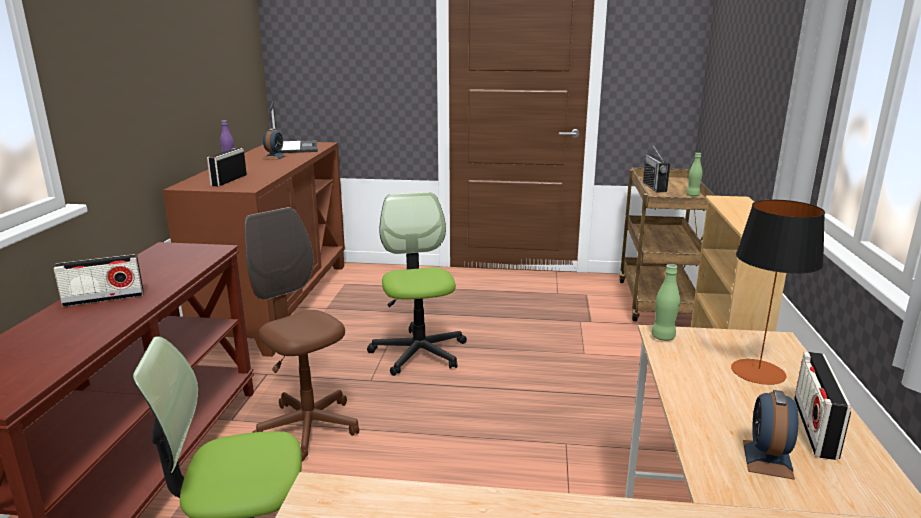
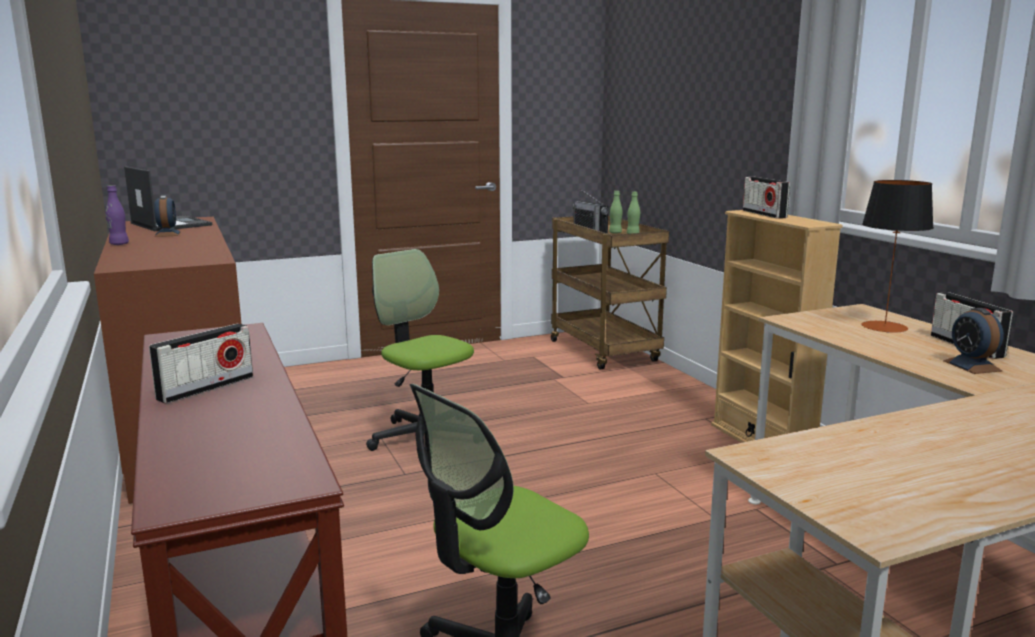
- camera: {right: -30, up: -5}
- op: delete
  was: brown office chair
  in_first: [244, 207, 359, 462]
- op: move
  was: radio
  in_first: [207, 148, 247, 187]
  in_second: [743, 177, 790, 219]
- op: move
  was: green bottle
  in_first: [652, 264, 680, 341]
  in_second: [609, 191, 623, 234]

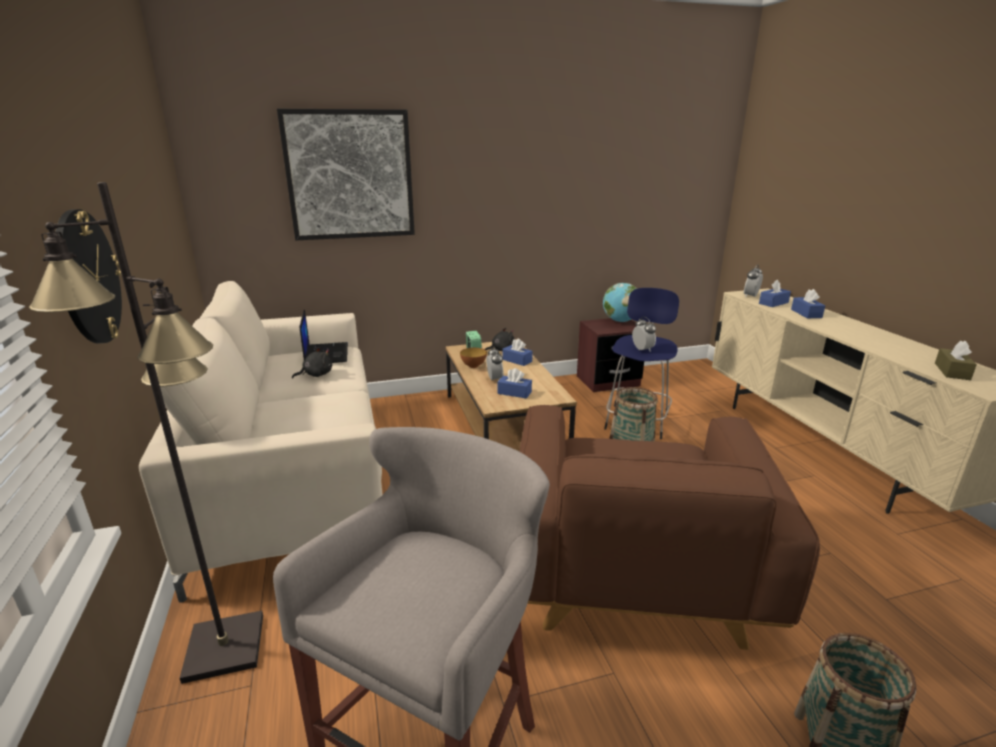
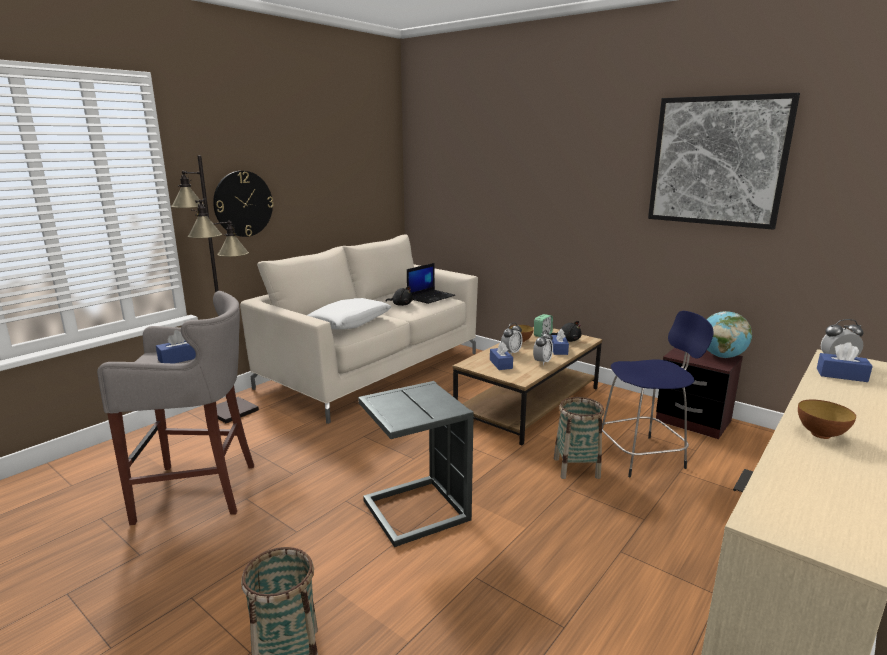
- camera: {right: 55, up: -5}
- op: delete
  was: brown tissue box
  in_first: [935, 341, 977, 380]
- op: insert
  now: white pillow
  in_second: [307, 298, 391, 330]
- op: insert
  now: bowl
  in_second: [798, 399, 856, 439]
- op: move
  was: picture
  in_first: [277, 109, 415, 240]
  in_second: [648, 93, 800, 230]
- op: move
  was: alarm clock
  in_first: [632, 317, 656, 352]
  in_second: [533, 330, 553, 365]
- op: move
  was: blue tissue box
  in_first: [791, 289, 825, 318]
  in_second: [156, 330, 196, 364]
- op: replace
  was: brown armchair
  now: grey side table
  in_first: [519, 405, 820, 650]
  in_second: [358, 381, 474, 547]

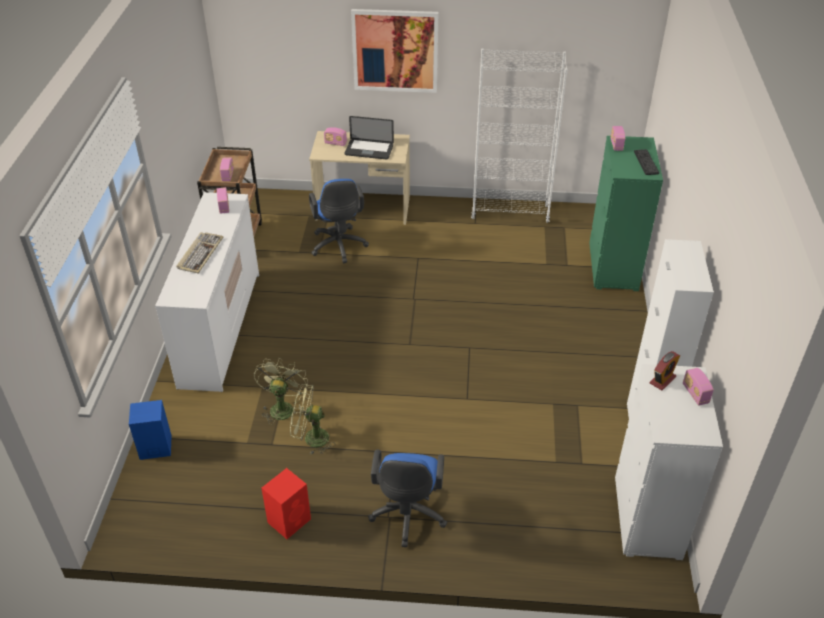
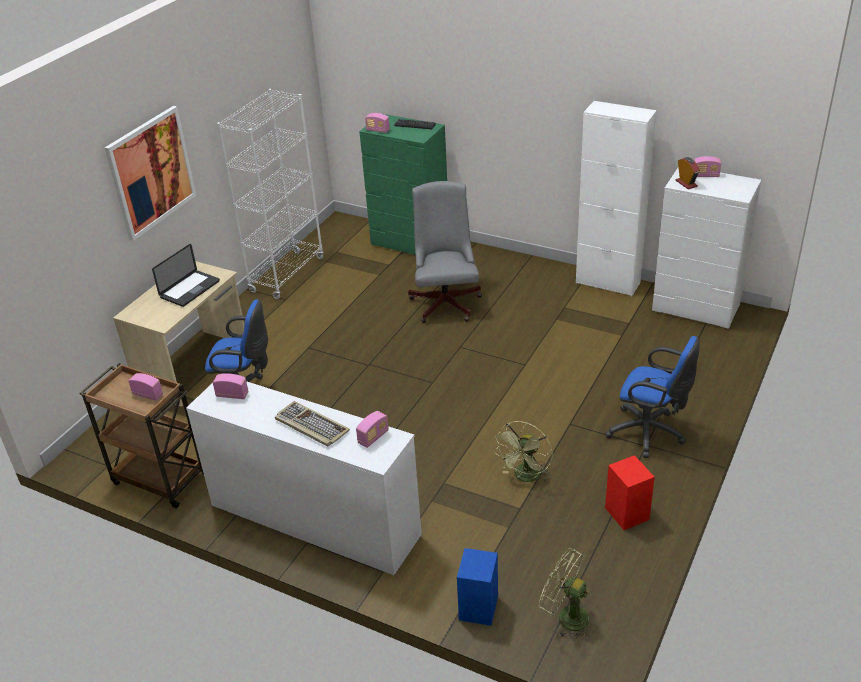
- camera: {right: -65, up: -5}
- op: insert
  now: grey office chair
  in_second: [408, 181, 482, 323]
- op: move
  was: green fan
  in_first: [254, 358, 308, 425]
  in_second: [539, 548, 594, 641]
- op: move
  was: radio
  in_first: [324, 127, 347, 146]
  in_second: [356, 411, 389, 448]

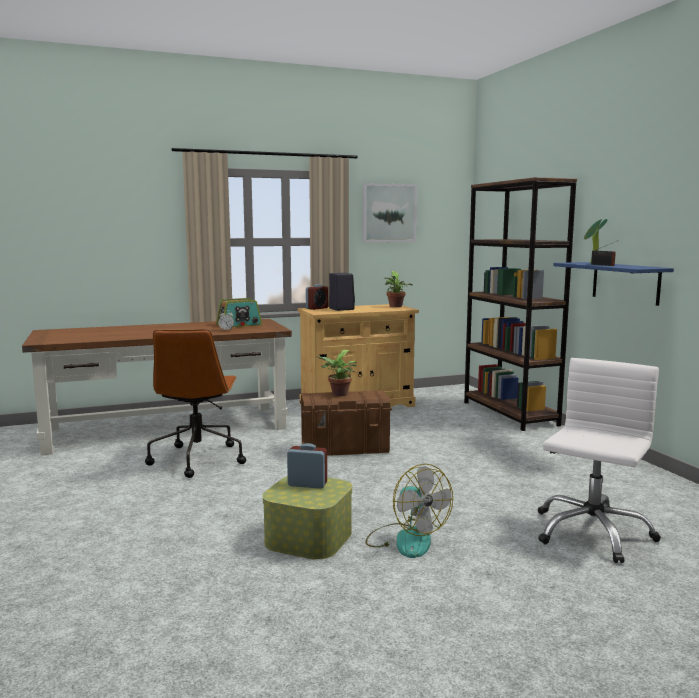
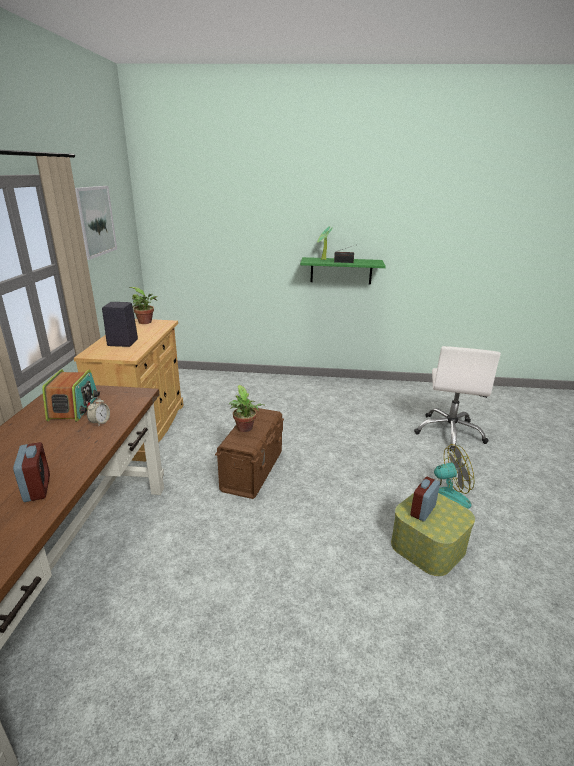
- camera: {right: -65, up: 15}
- op: delete
  was: brown office chair
  in_first: [145, 329, 246, 478]
- op: delete
  was: brown bookcase
  in_first: [464, 177, 577, 431]
- op: move
  was: alarm clock
  in_first: [306, 284, 328, 310]
  in_second: [13, 442, 50, 502]
- op: recolor
  was: blue shelf
  now: green shelf
  in_first: [554, 262, 674, 306]
  in_second: [300, 257, 386, 285]
- op: rotate
  was: white office chair
  in_first: [538, 358, 661, 563]
  in_second: [414, 346, 501, 451]
  clockwise: -135

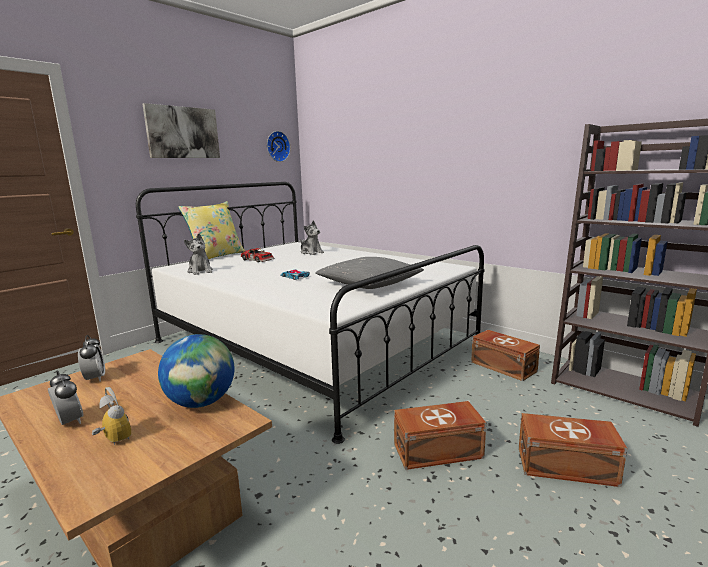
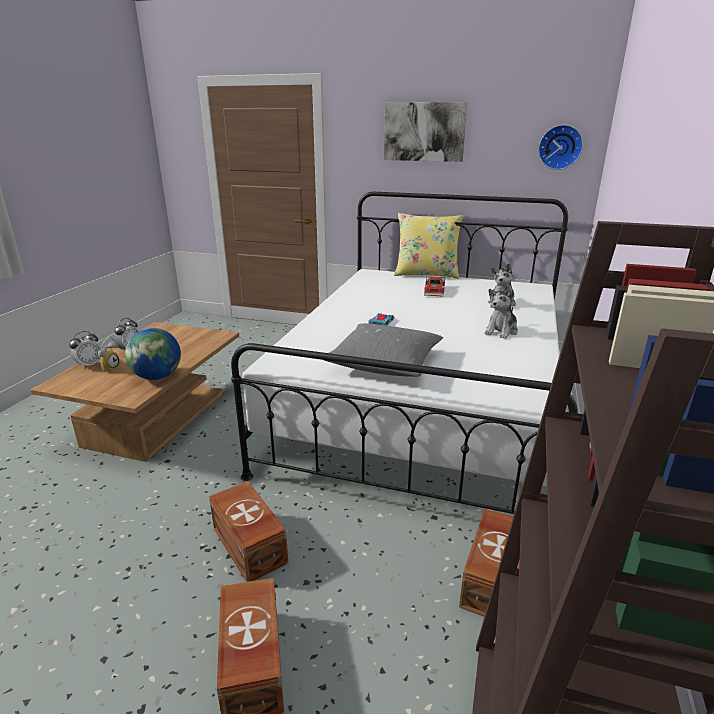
- camera: {right: 65, up: 10}
- op: move
  was: alarm clock
  in_first: [78, 335, 105, 382]
  in_second: [69, 331, 101, 369]
- op: move
  was: plush toy
  in_first: [184, 234, 213, 275]
  in_second: [484, 286, 518, 339]

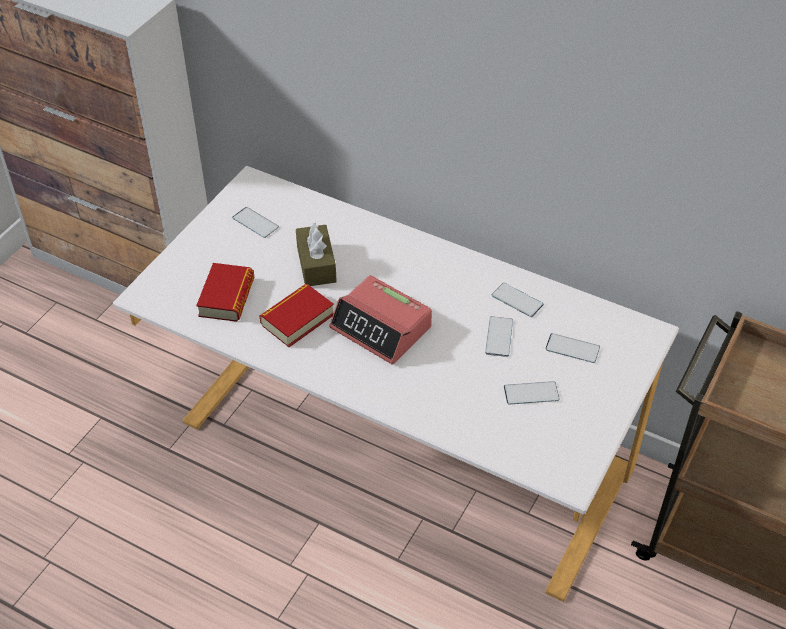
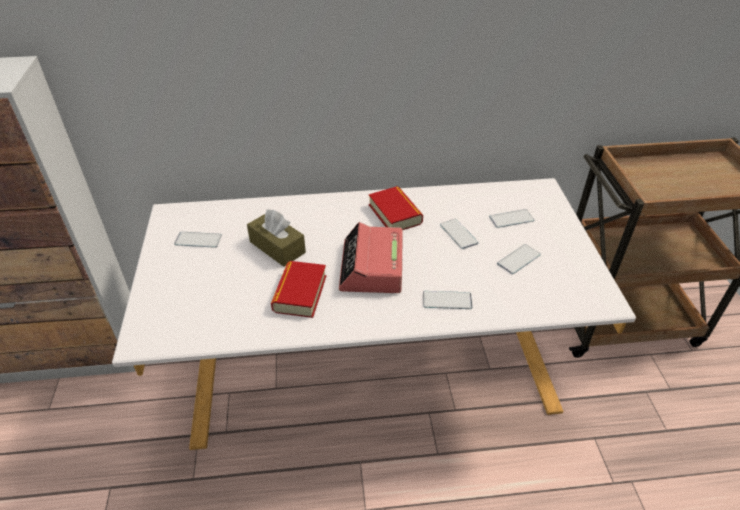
- camera: {right: -35, up: -5}
- op: move
  was: book
  in_first: [196, 263, 254, 322]
  in_second: [369, 186, 423, 230]
- op: move
  was: phone
  in_first: [492, 283, 544, 317]
  in_second: [423, 291, 473, 309]
- op: rotate
  was: alarm clock
  in_first: [329, 275, 432, 365]
  in_second: [339, 222, 403, 293]
  clockwise: 90

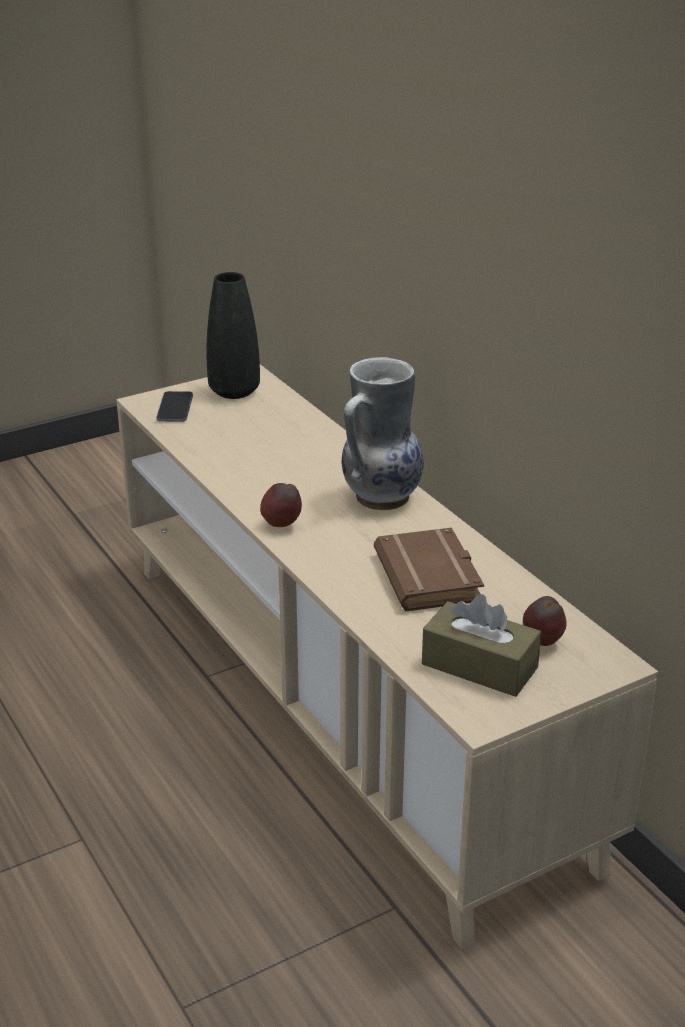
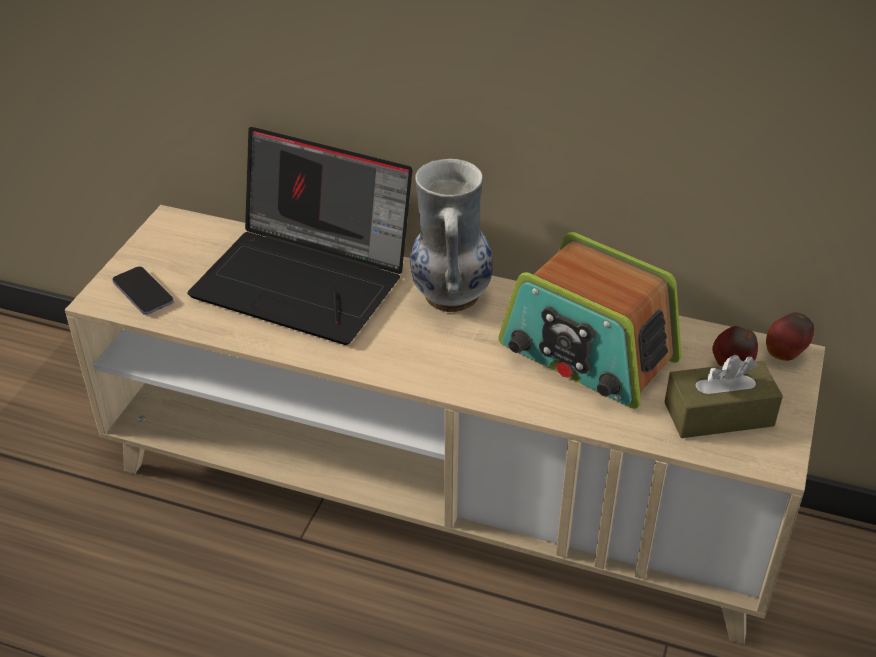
- camera: {right: -40, up: 10}
- op: delete
  was: black vase
  in_first: [206, 272, 260, 399]
- op: insert
  now: laptop
  in_second: [187, 127, 412, 345]
- op: move
  was: apple
  in_first: [260, 483, 302, 527]
  in_second: [766, 312, 814, 361]
- op: replace
  was: brown book
  now: radio
  in_first: [374, 528, 484, 612]
  in_second: [498, 232, 682, 409]

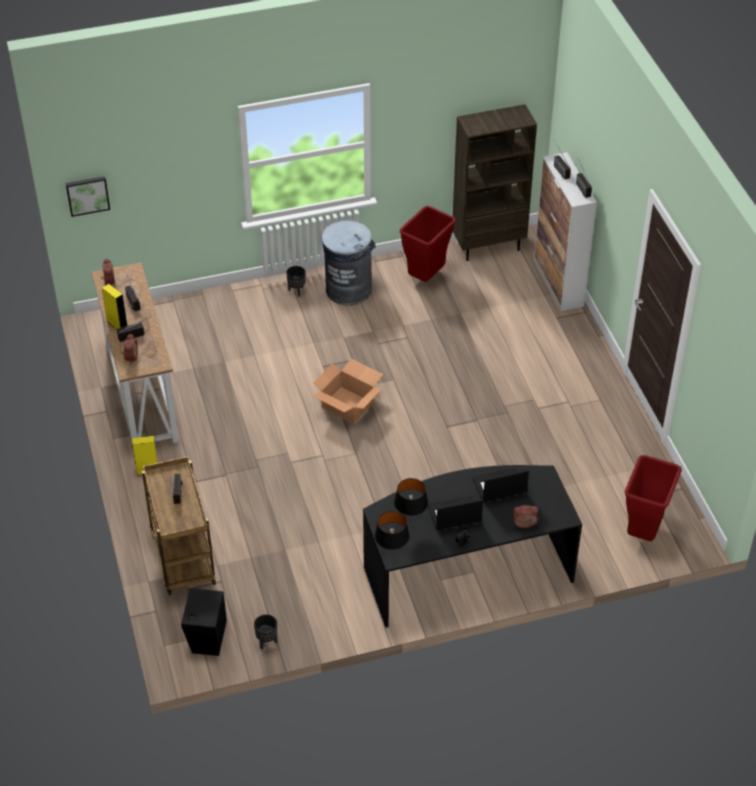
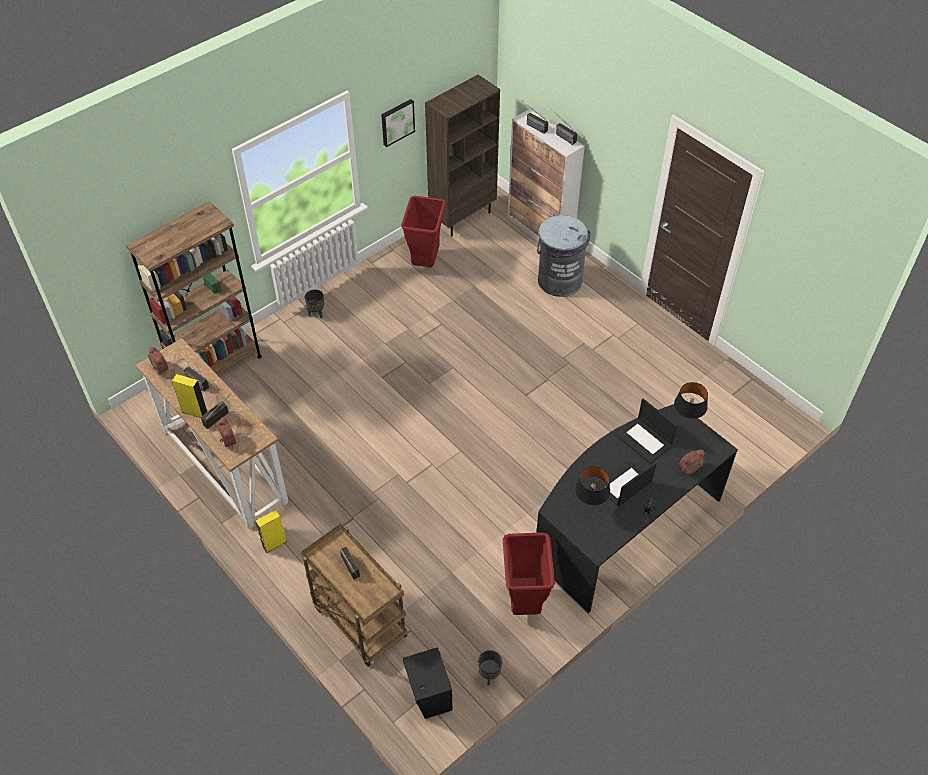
- camera: {right: -25, up: 5}
- op: delete
  was: cardboard box
  in_first: [312, 359, 383, 424]
- op: insert
  now: brown bookcase
  in_second: [126, 201, 262, 374]
- op: move
  was: picture
  in_first: [65, 176, 110, 217]
  in_second: [381, 99, 415, 147]
- op: move
  was: grey trash can
  in_first: [322, 220, 376, 306]
  in_second: [537, 215, 590, 297]
- op: move
  was: black table lamp
  in_first: [375, 511, 409, 550]
  in_second: [674, 382, 708, 422]
- op: move
  was: red trash can
  in_first: [625, 455, 682, 541]
  in_second: [503, 533, 555, 615]
- op: rotate
  was: laptop
  in_first: [473, 468, 529, 502]
  in_second: [616, 398, 677, 463]
  clockwise: -90

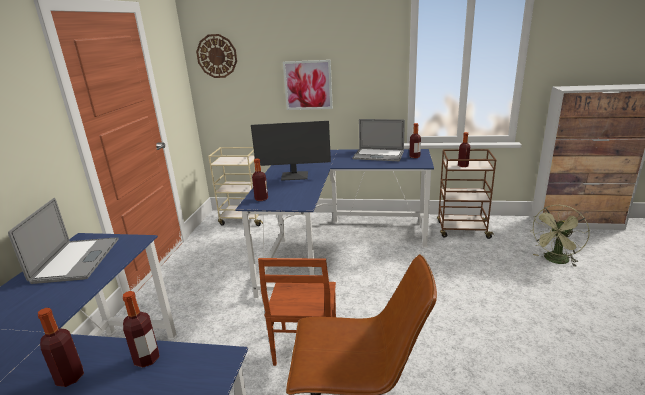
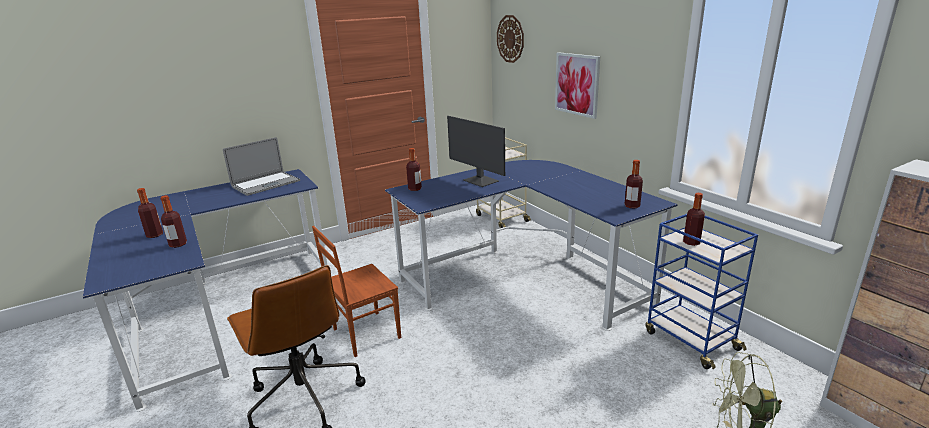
- camera: {right: 50, up: 0}
- op: delete
  was: laptop
  in_first: [352, 119, 405, 161]
- op: recolor
  was: brown cart
  now: blue cart
  in_first: [437, 149, 496, 239]
  in_second: [645, 214, 758, 369]

